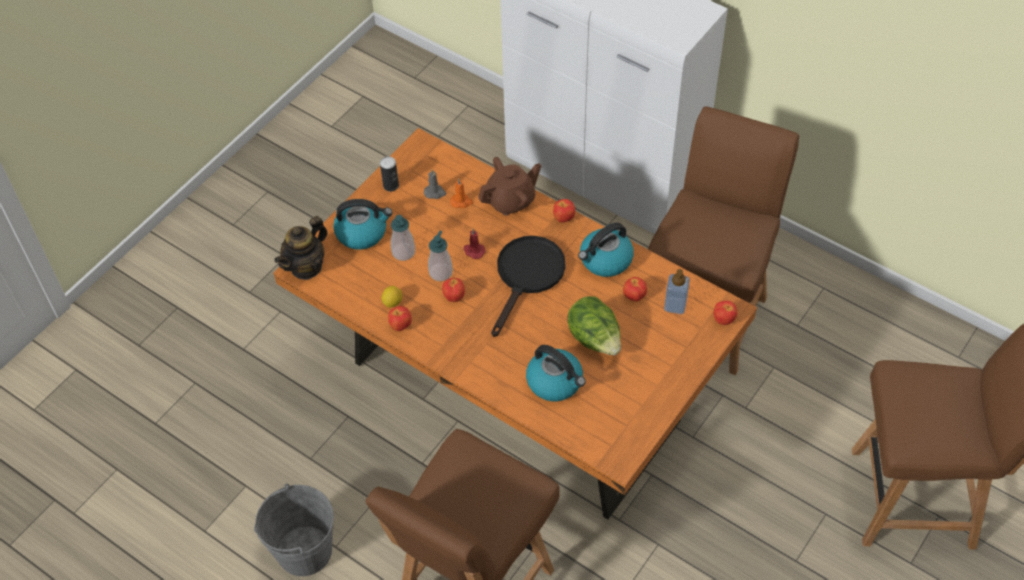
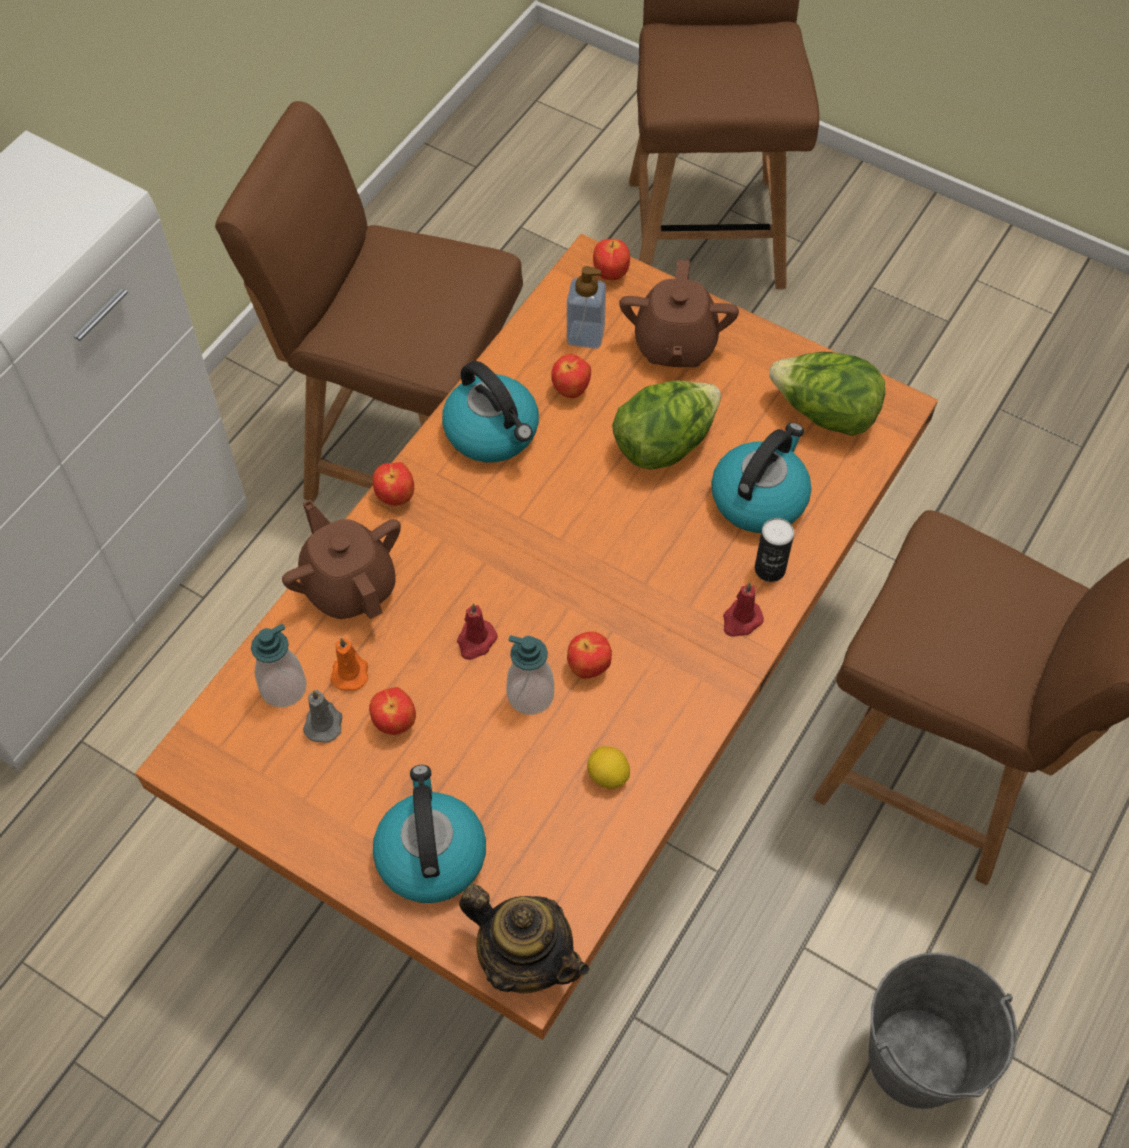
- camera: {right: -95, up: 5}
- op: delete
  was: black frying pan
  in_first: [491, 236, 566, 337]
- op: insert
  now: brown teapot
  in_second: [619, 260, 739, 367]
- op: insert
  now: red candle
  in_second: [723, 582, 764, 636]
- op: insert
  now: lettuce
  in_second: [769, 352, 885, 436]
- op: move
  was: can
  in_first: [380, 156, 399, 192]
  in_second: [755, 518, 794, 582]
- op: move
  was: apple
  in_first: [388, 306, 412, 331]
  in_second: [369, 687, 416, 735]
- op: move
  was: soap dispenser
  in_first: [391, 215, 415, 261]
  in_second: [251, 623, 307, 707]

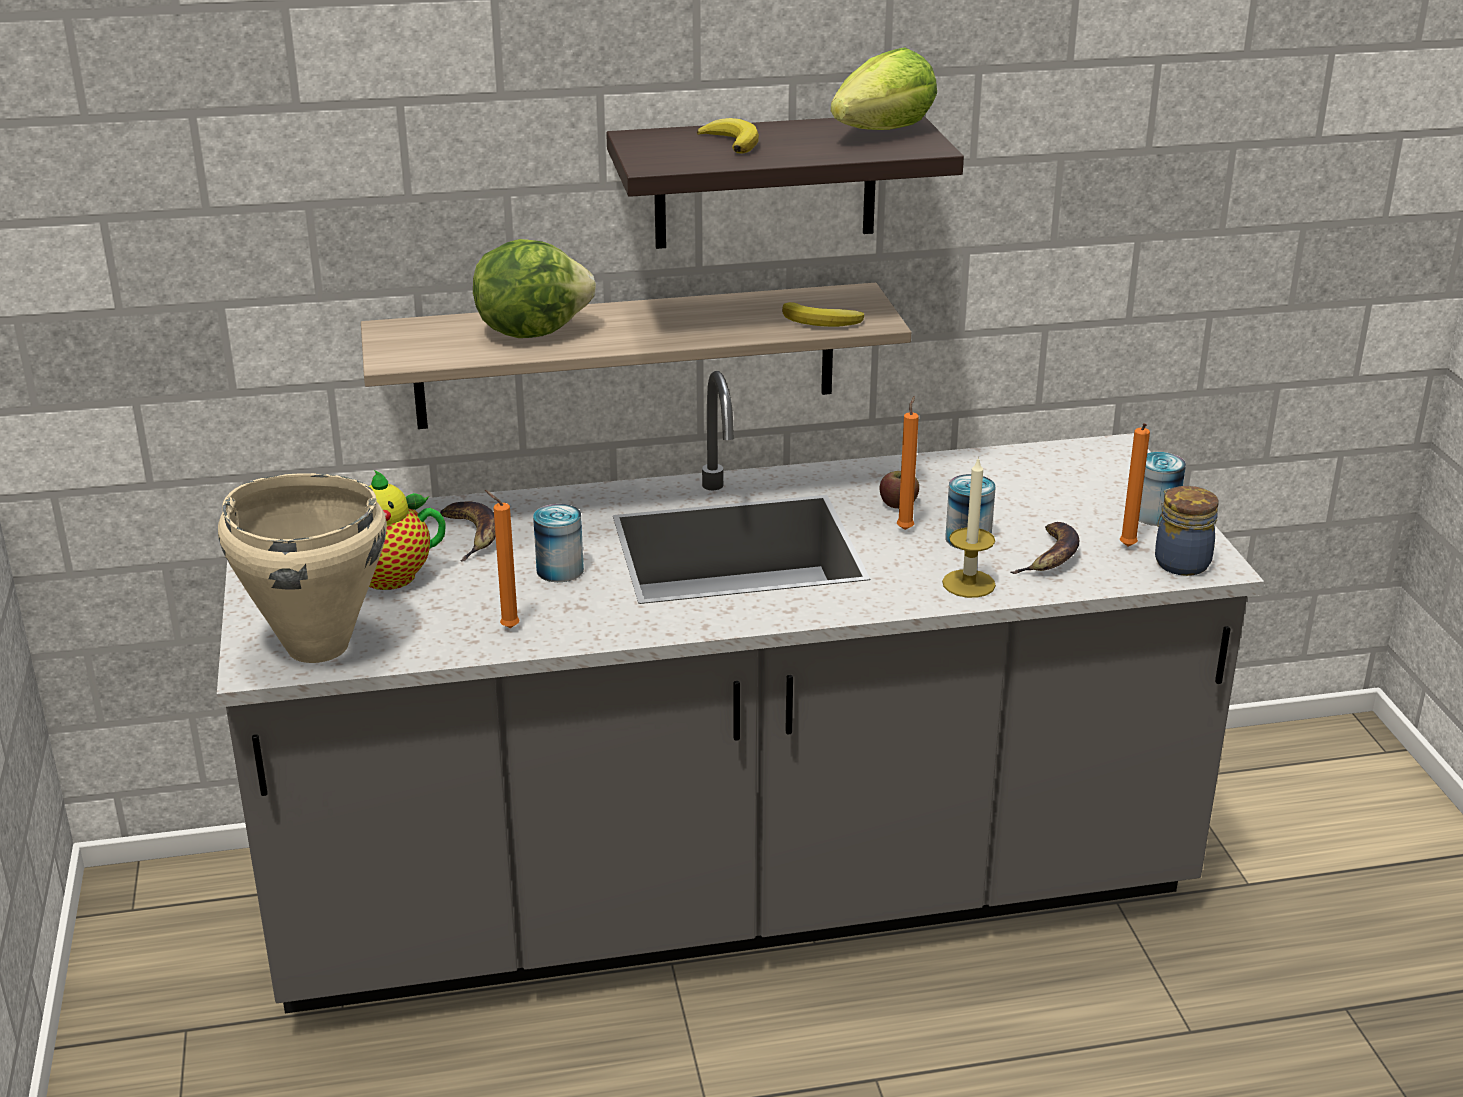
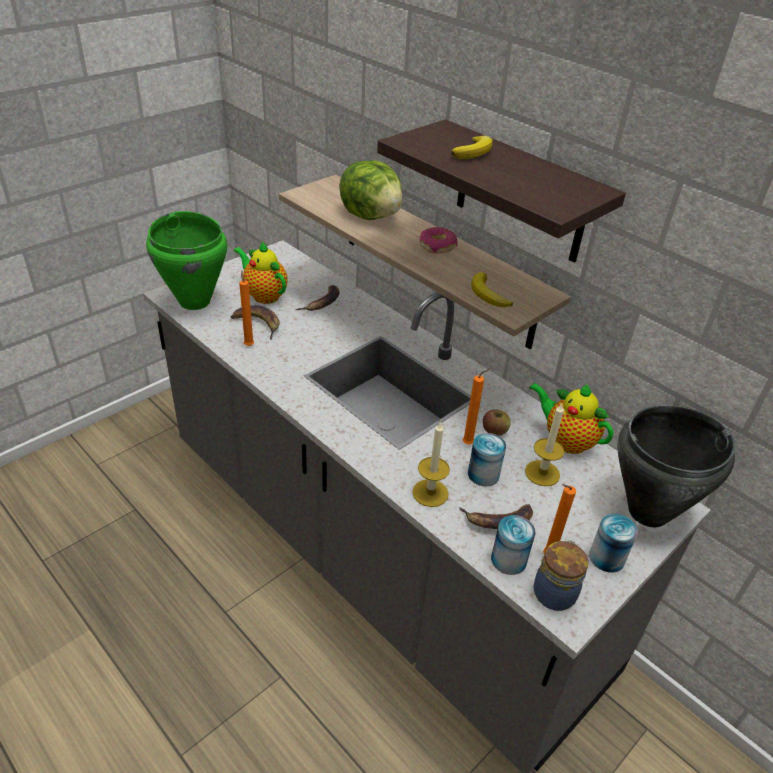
- camera: {right: 55, up: 10}
- op: delete
  was: lettuce
  in_first: [831, 47, 937, 130]
- op: insert
  now: banana
  in_second: [231, 305, 280, 339]
- op: insert
  now: donut
  in_second: [420, 227, 458, 254]
- op: insert
  now: candle
  in_second: [525, 403, 565, 486]
- op: insert
  now: teapot
  in_second: [529, 383, 613, 454]
- op: insert
  now: black cooking pot
  in_second: [617, 405, 735, 527]
- op: move
  was: can
  in_first: [533, 504, 584, 582]
  in_second: [491, 515, 535, 575]
- op: recolor
  was: beige cooking pot
  now: green cooking pot
  in_first: [218, 473, 387, 663]
  in_second: [146, 211, 227, 310]

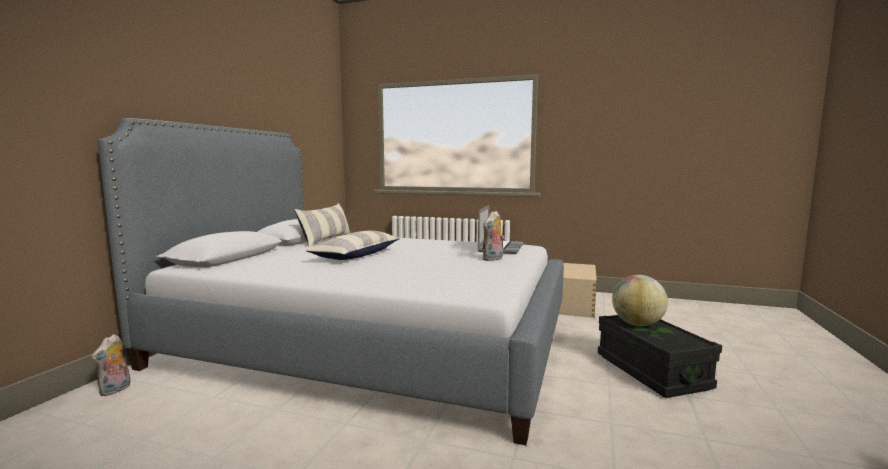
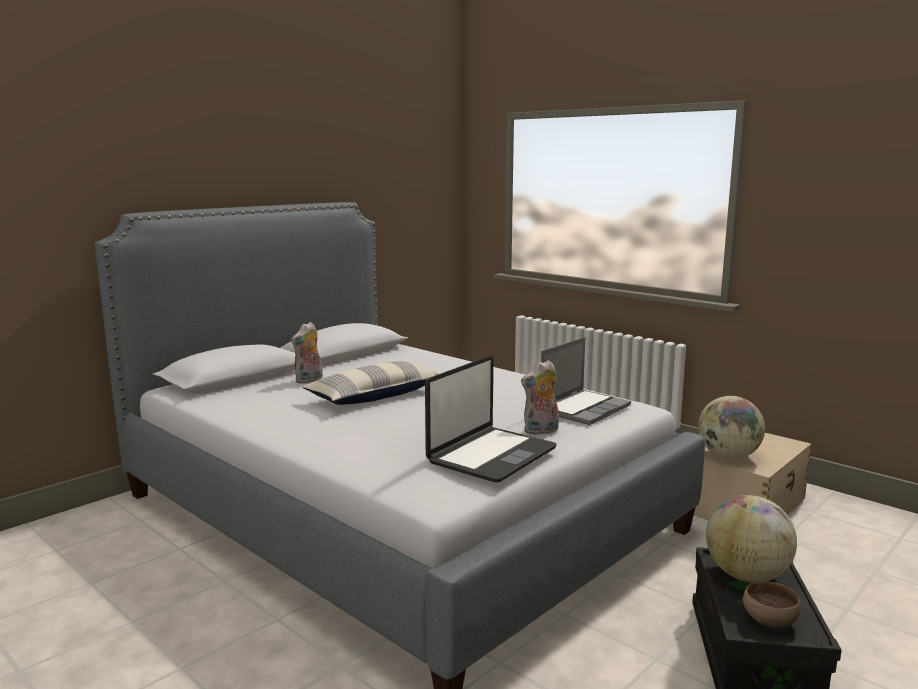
- camera: {right: 25, up: 5}
- op: delete
  was: pillow
  in_first: [295, 203, 351, 247]
- op: insert
  now: laptop
  in_second: [425, 356, 557, 483]
- op: insert
  now: globe
  in_second: [698, 396, 765, 459]
- op: insert
  now: brown bowl
  in_second: [743, 581, 801, 628]
- op: move
  was: plush toy
  in_first: [91, 334, 131, 396]
  in_second: [291, 322, 323, 384]

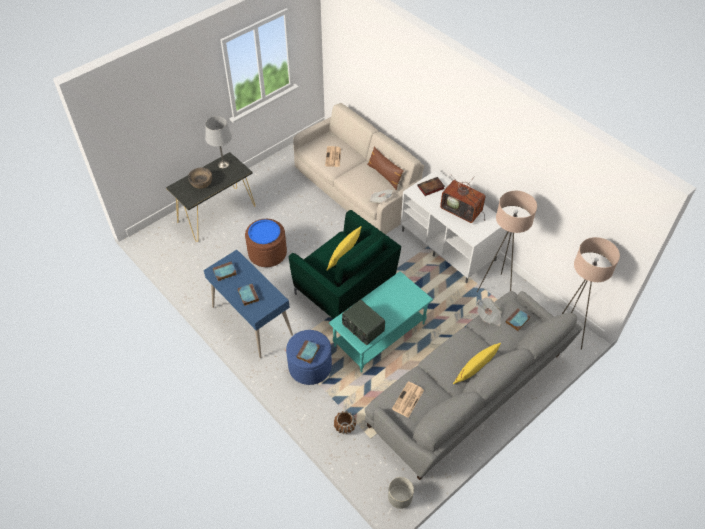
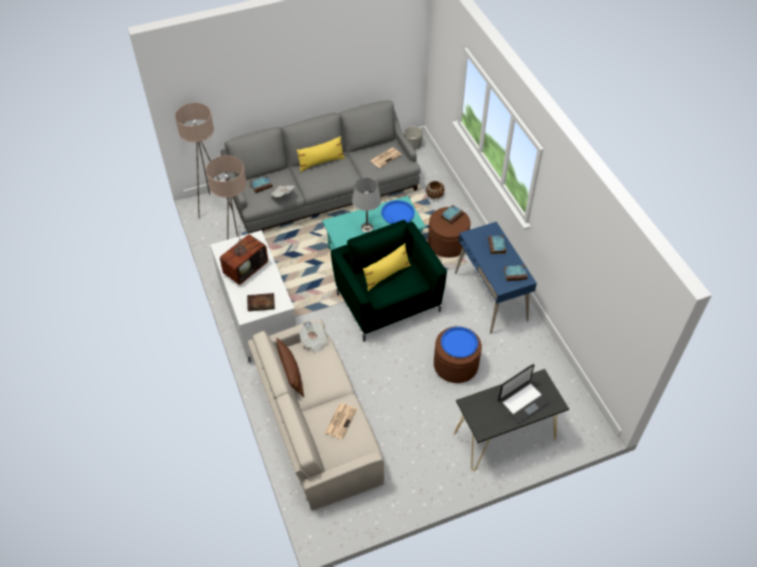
- camera: {right: -160, up: 0}
- op: move
  was: grey table lamp
  in_first: [205, 116, 232, 168]
  in_second: [352, 177, 381, 232]
- op: replace
  was: brown bowl
  now: laptop
  in_first: [188, 168, 212, 189]
  in_second: [498, 364, 550, 423]
- op: replace
  was: radio
  now: blue tray
  in_first: [342, 300, 385, 345]
  in_second: [381, 200, 415, 224]
- op: recolor
  was: blue ottoman
  now: brown ottoman
  in_first: [286, 330, 332, 385]
  in_second: [428, 207, 470, 258]
- op: rotate
  was: television
  in_first: [440, 175, 485, 223]
  in_second: [220, 226, 268, 285]
  clockwise: 75

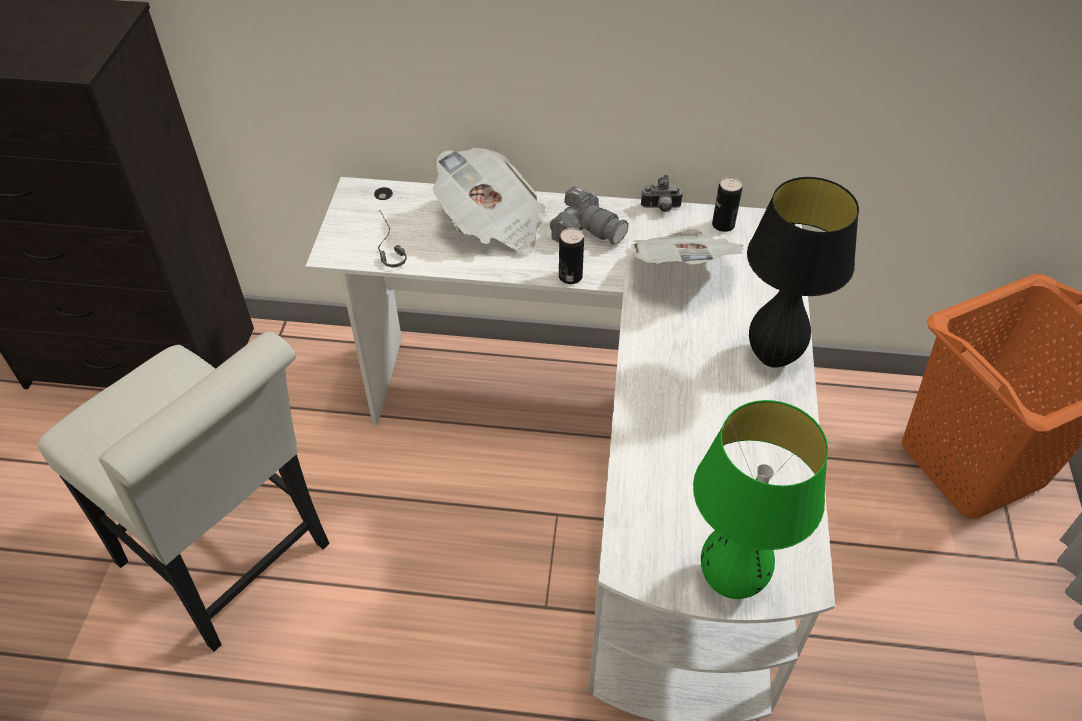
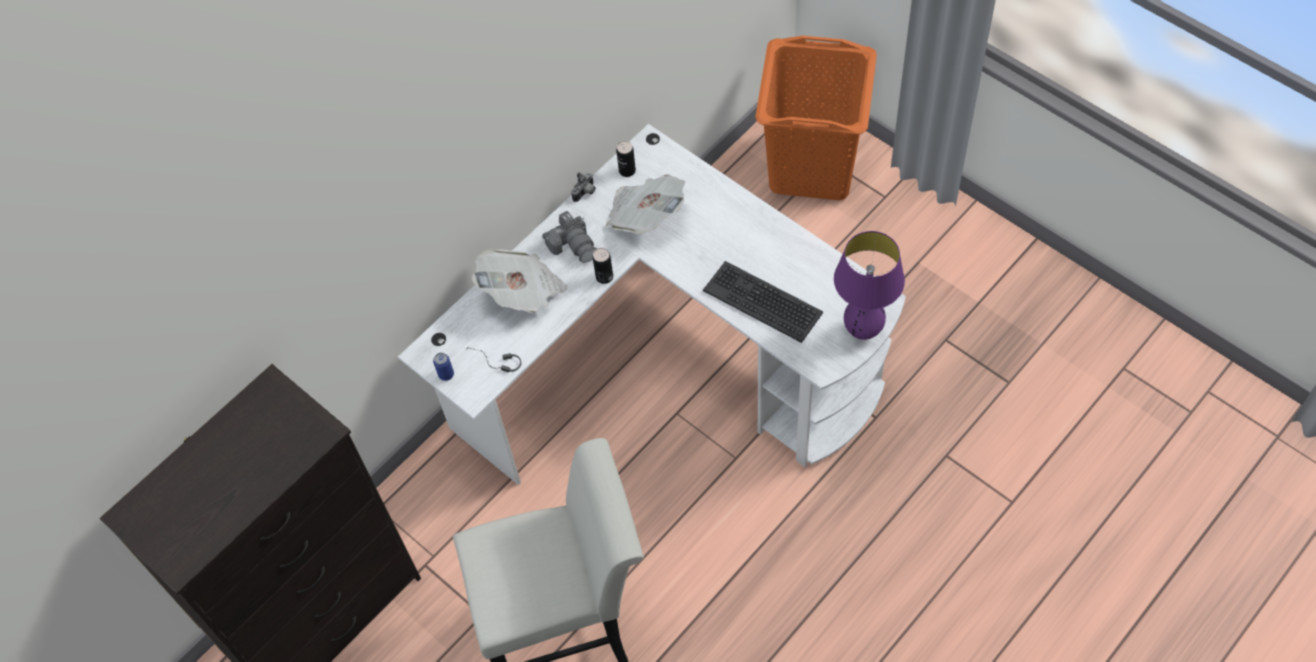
- camera: {right: -50, up: 10}
- op: delete
  was: black table lamp
  in_first: [747, 177, 859, 368]
- op: insert
  now: can
  in_second: [433, 353, 454, 381]
- op: insert
  now: keyboard
  in_second: [703, 261, 823, 343]
- op: recolor
  was: green table lamp
  now: purple table lamp
  in_first: [693, 400, 828, 599]
  in_second: [834, 231, 905, 340]
- op: rotate
  was: photo camera
  in_first: [550, 186, 628, 245]
  in_second: [542, 211, 597, 263]
  clockwise: 75

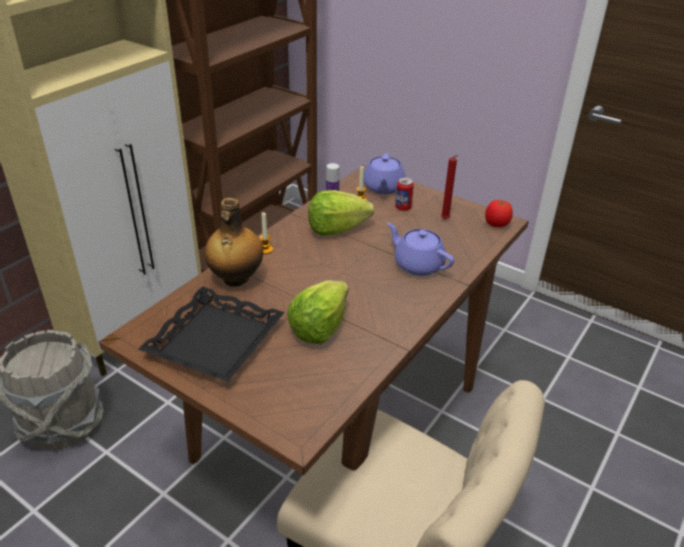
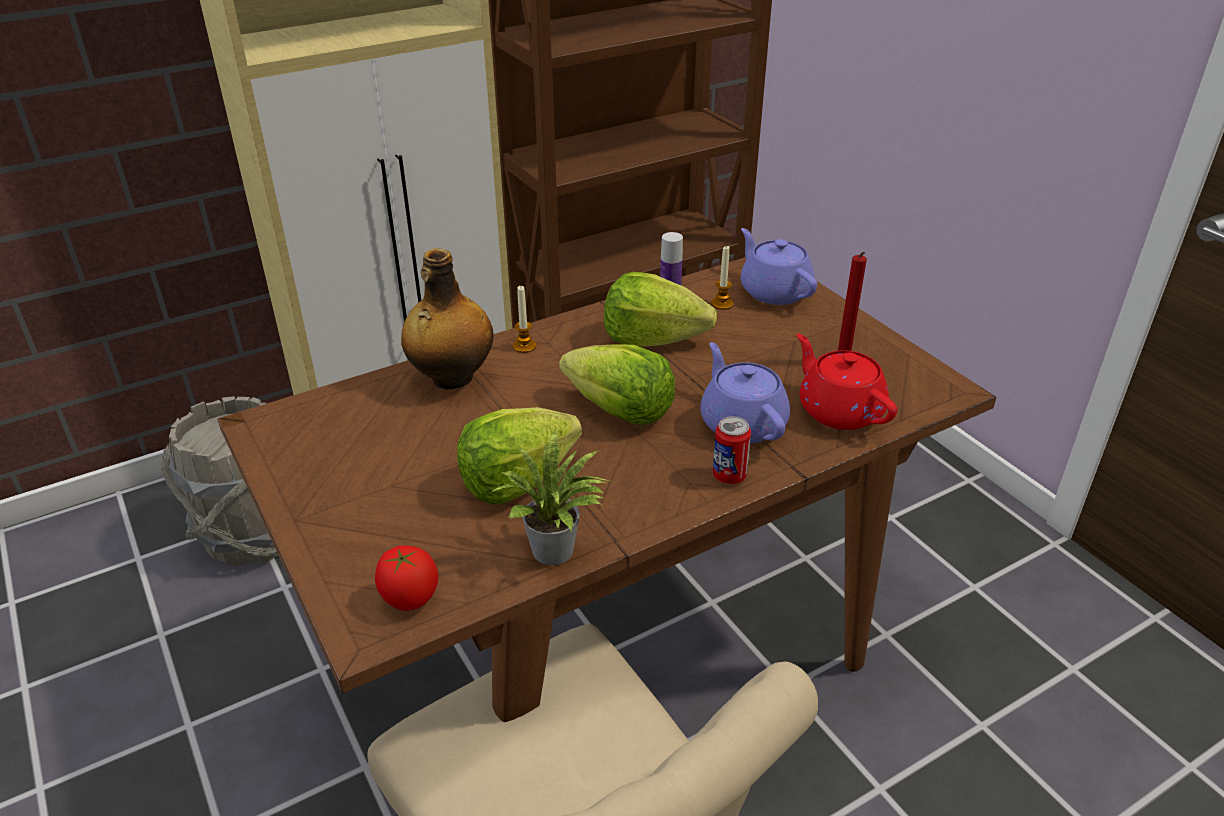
- camera: {right: 25, up: 0}
- op: delete
  was: black tray
  in_first: [138, 286, 285, 382]
- op: insert
  now: potted plant
  in_second: [492, 429, 614, 565]
- op: insert
  now: lettuce
  in_second: [559, 344, 675, 425]
- op: insert
  now: red teapot
  in_second: [797, 334, 897, 430]
- op: move
  was: can
  in_first: [395, 178, 414, 211]
  in_second: [713, 416, 751, 484]
- op: move
  was: tomato
  in_first: [485, 200, 513, 227]
  in_second: [375, 545, 438, 611]
- op: rotate
  was: purple teapot
  in_first: [364, 153, 406, 194]
  in_second: [741, 228, 817, 305]
  clockwise: 120

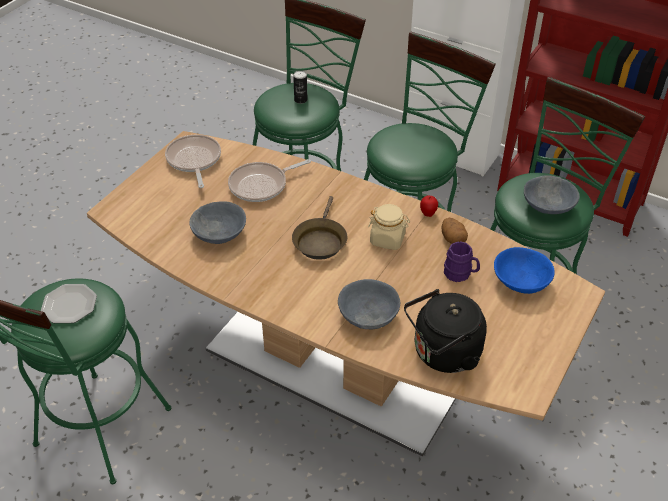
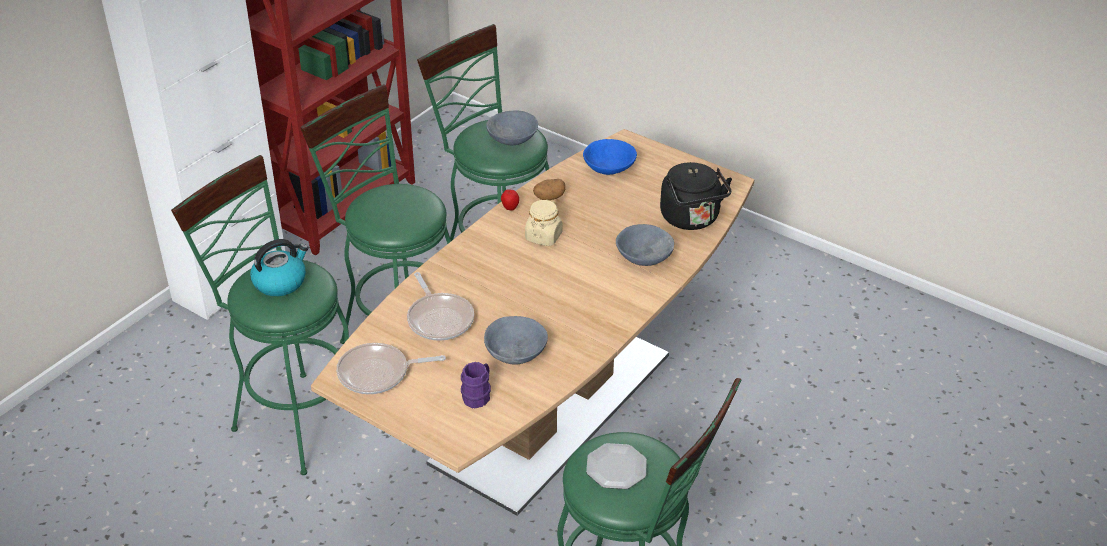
- camera: {right: -85, up: -5}
- op: delete
  was: brown frying pan
  in_first: [292, 196, 348, 260]
- op: move
  was: purple mug
  in_first: [444, 241, 480, 282]
  in_second: [461, 362, 491, 409]
- op: replace
  was: can
  now: kettle
  in_first: [293, 71, 308, 104]
  in_second: [250, 239, 308, 296]

